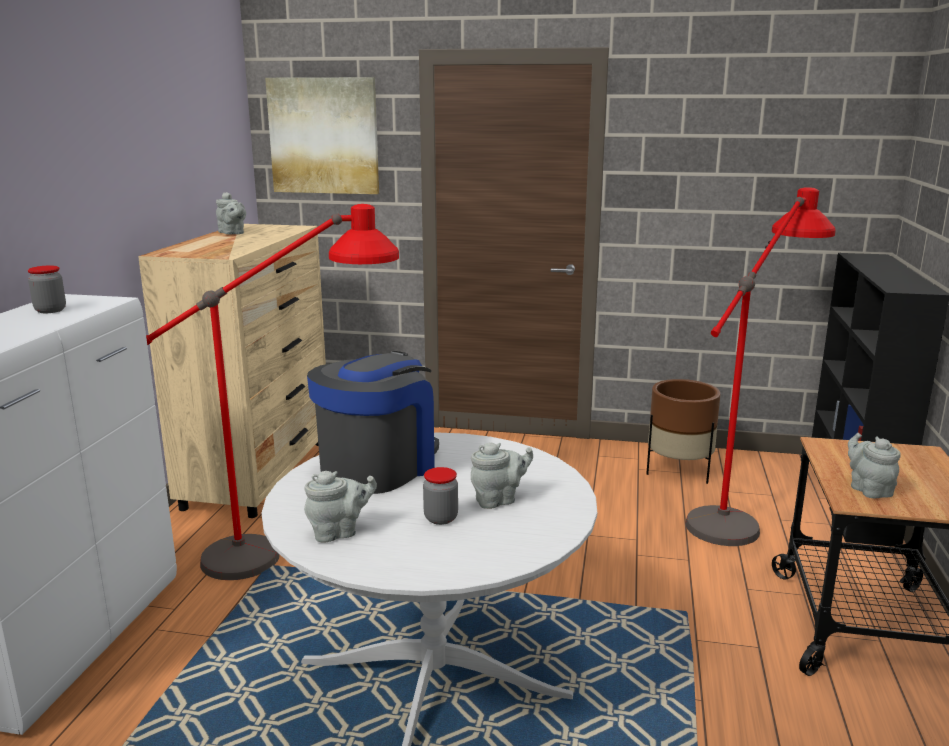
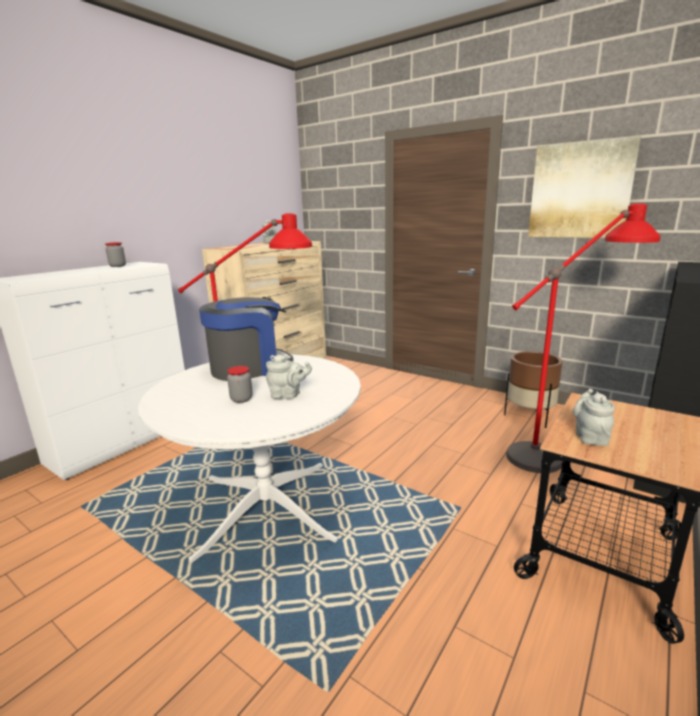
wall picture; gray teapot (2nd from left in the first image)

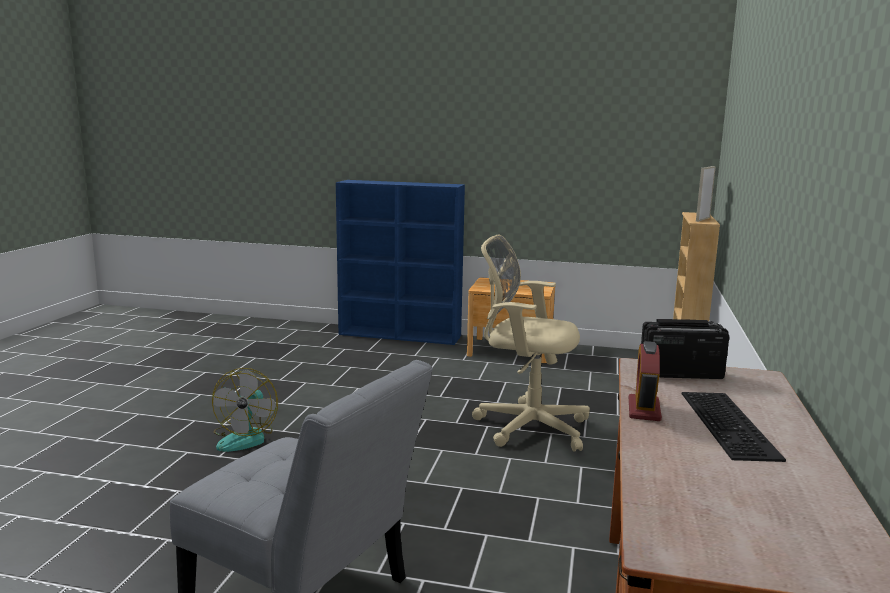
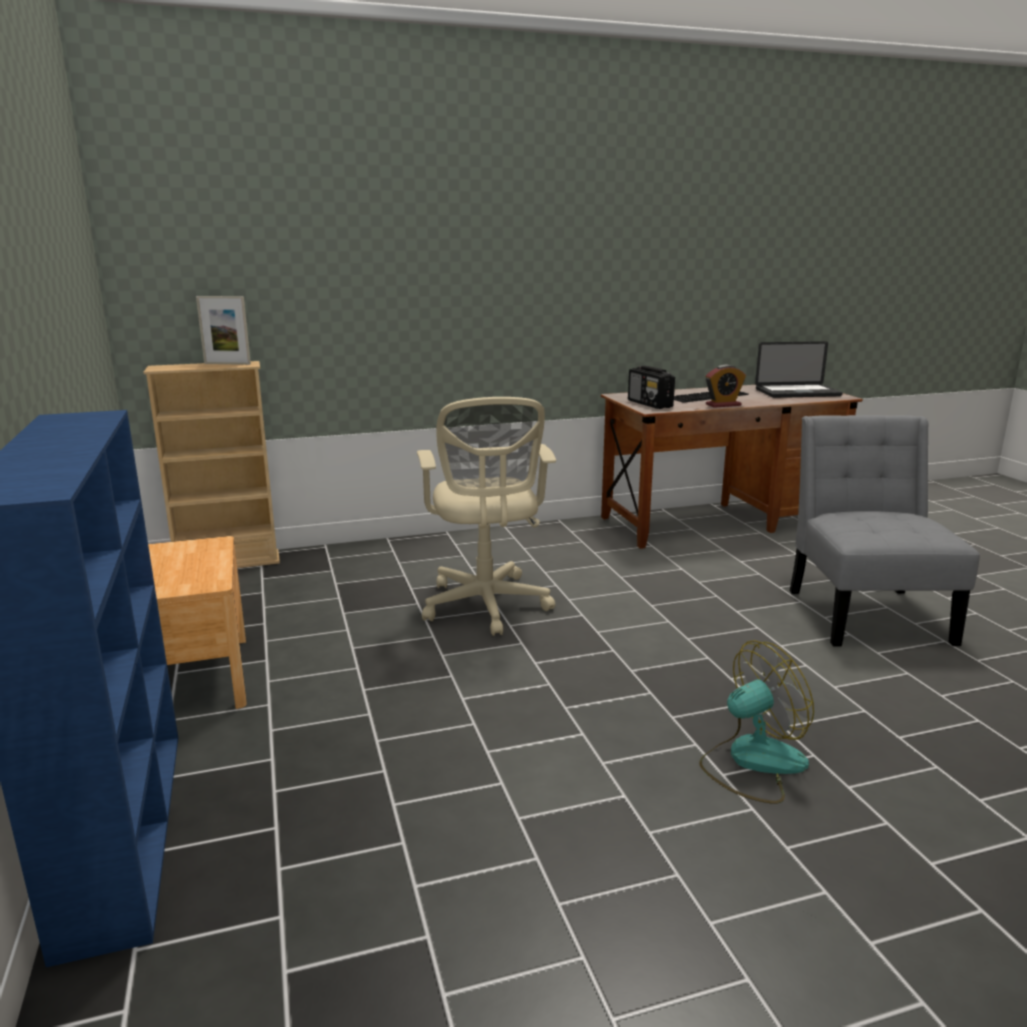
portable computer

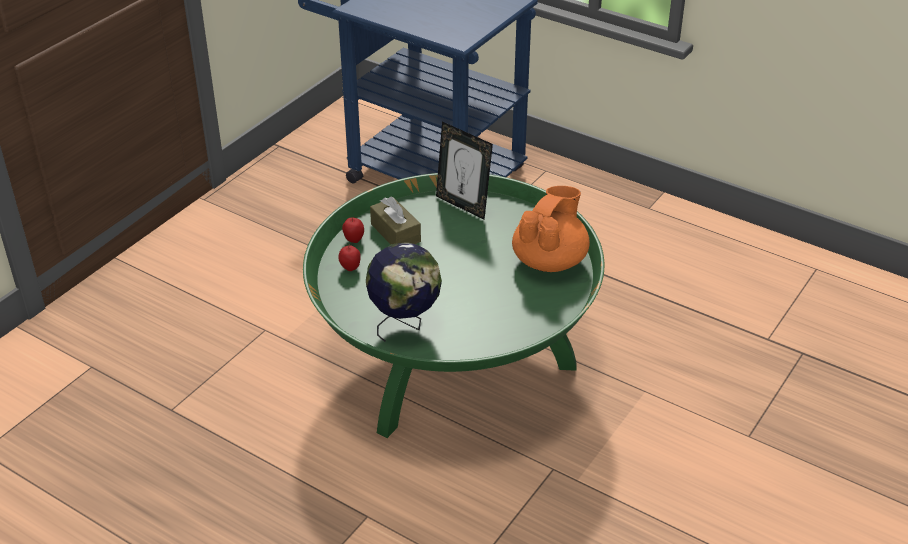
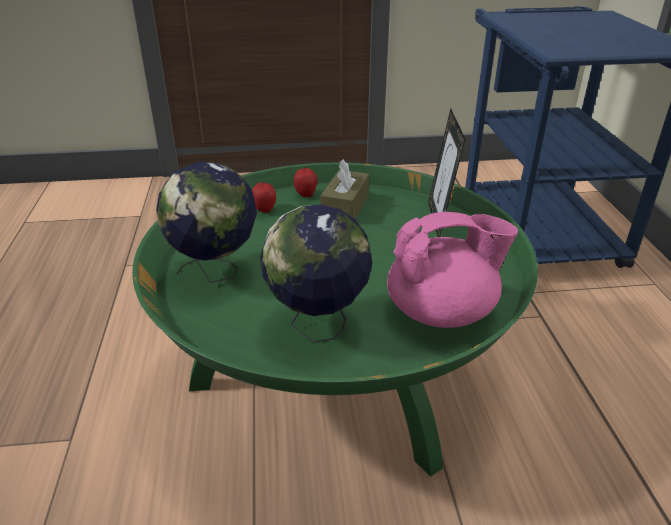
desk globe (2nd from left); pinkish teapot

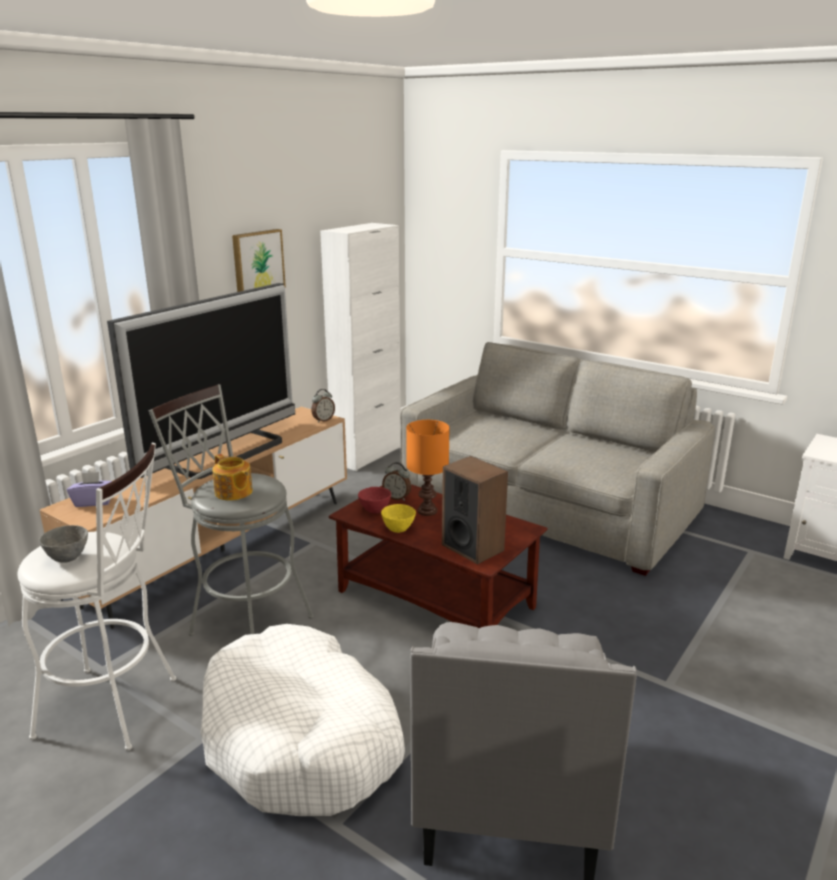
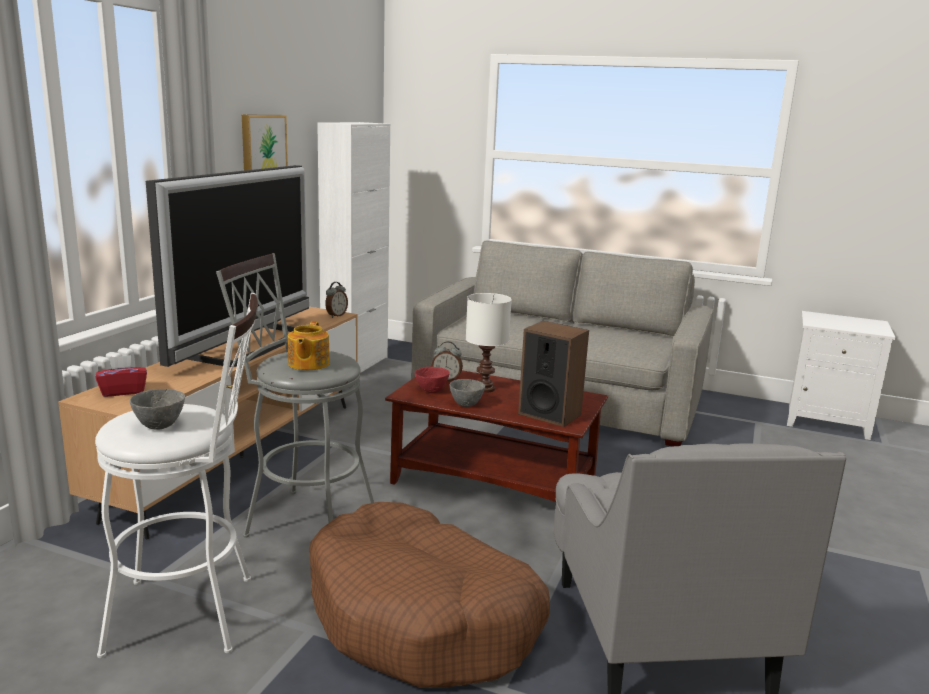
red tissue box; teapot; brown dog bed; gray bowl (2nd from left); white table lamp

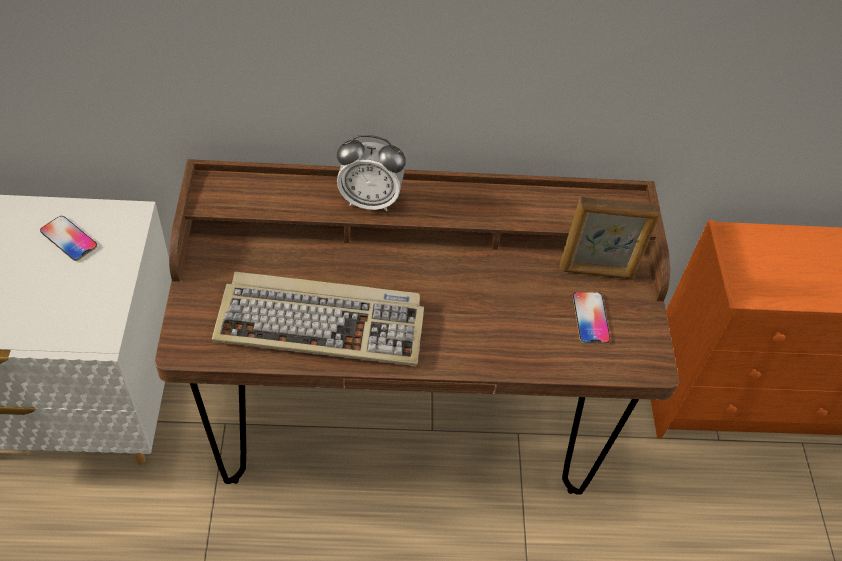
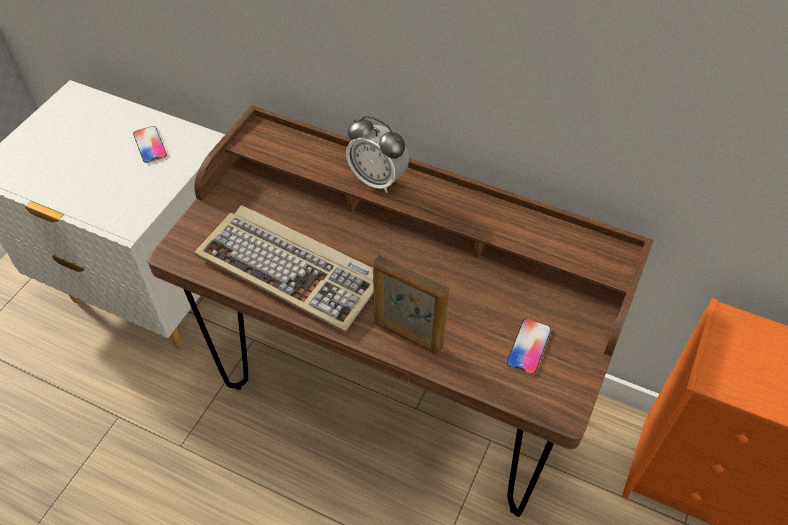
picture frame

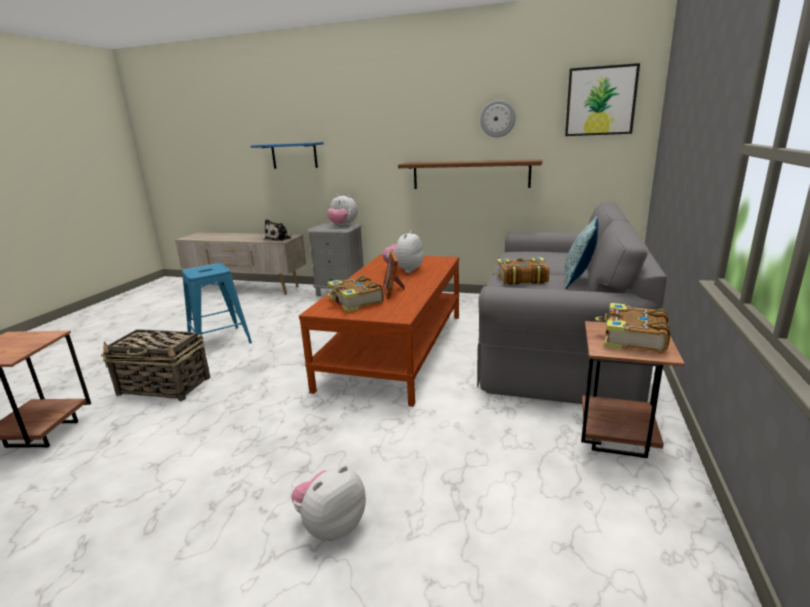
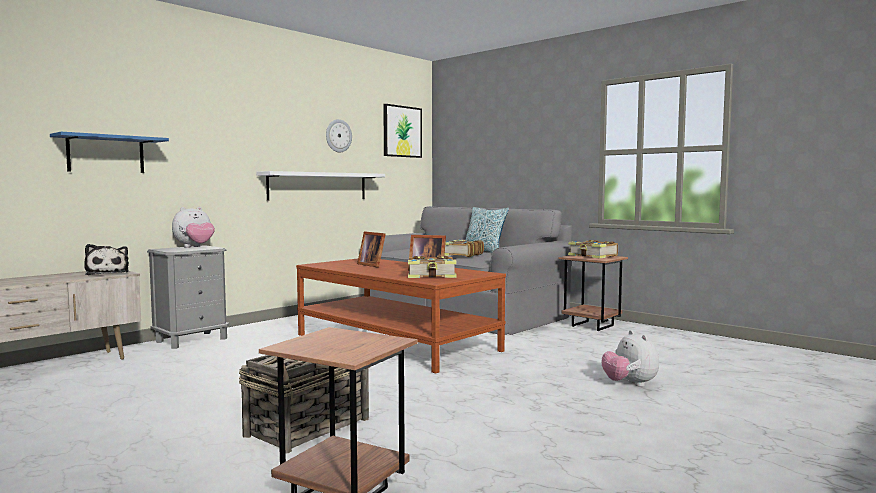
white shelf; picture frame (1st from left); blue-coloured sitting stool

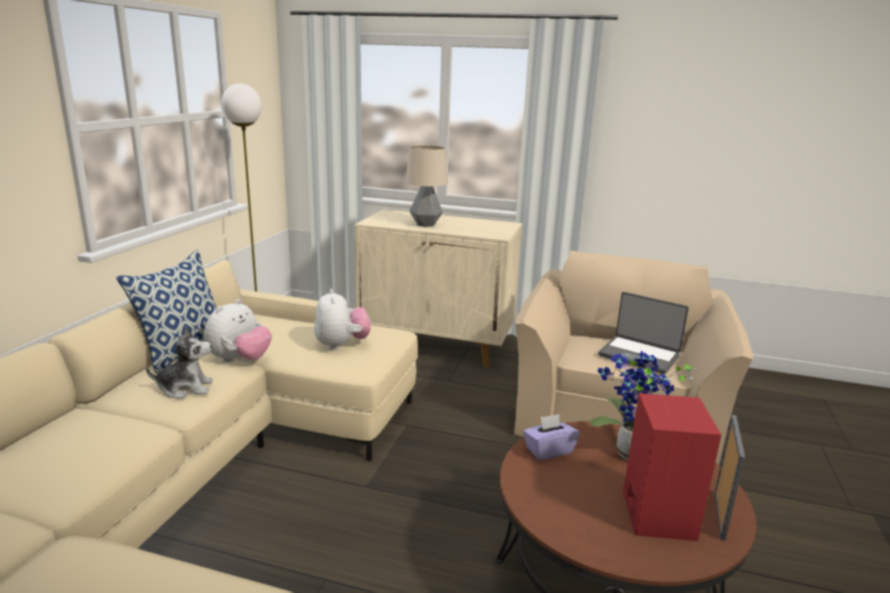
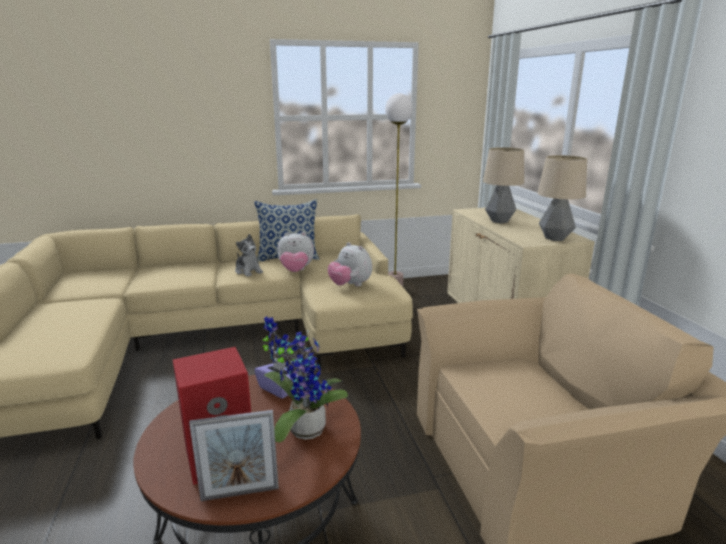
plush toy (3rd from left); table lamp (2nd from left); portable computer

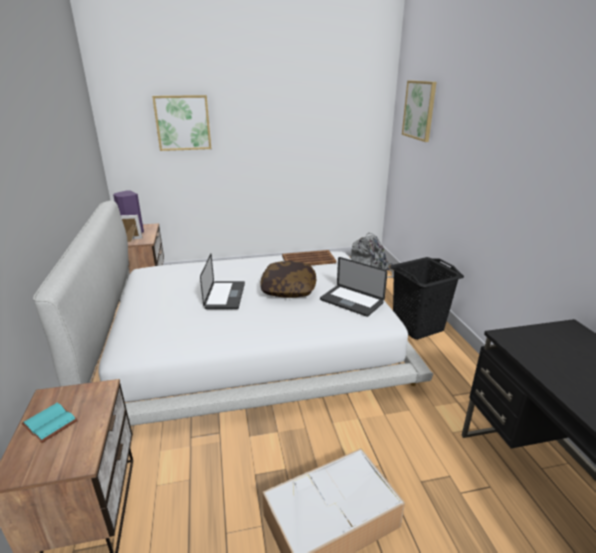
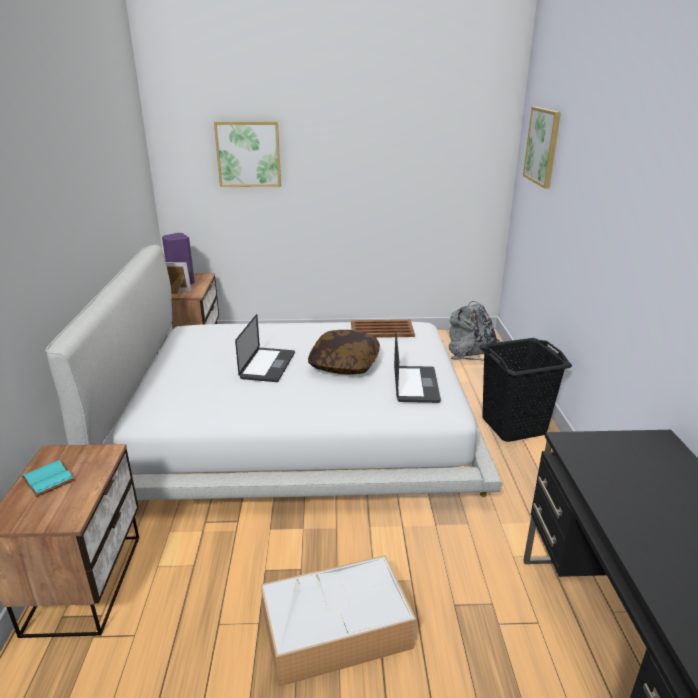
portable computer (2nd from left)

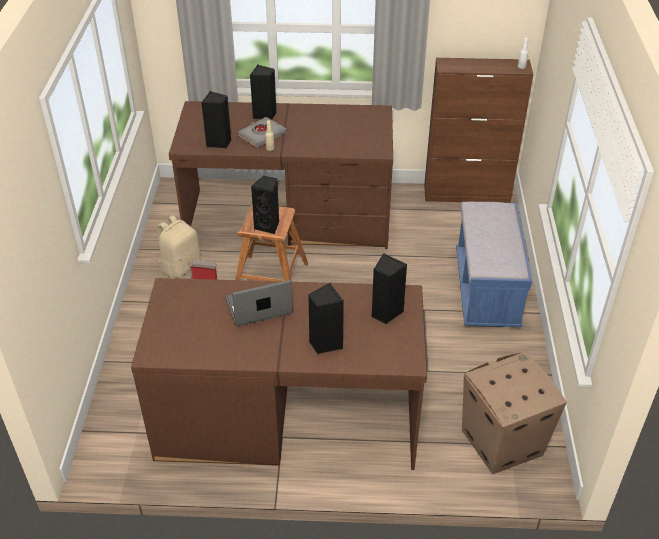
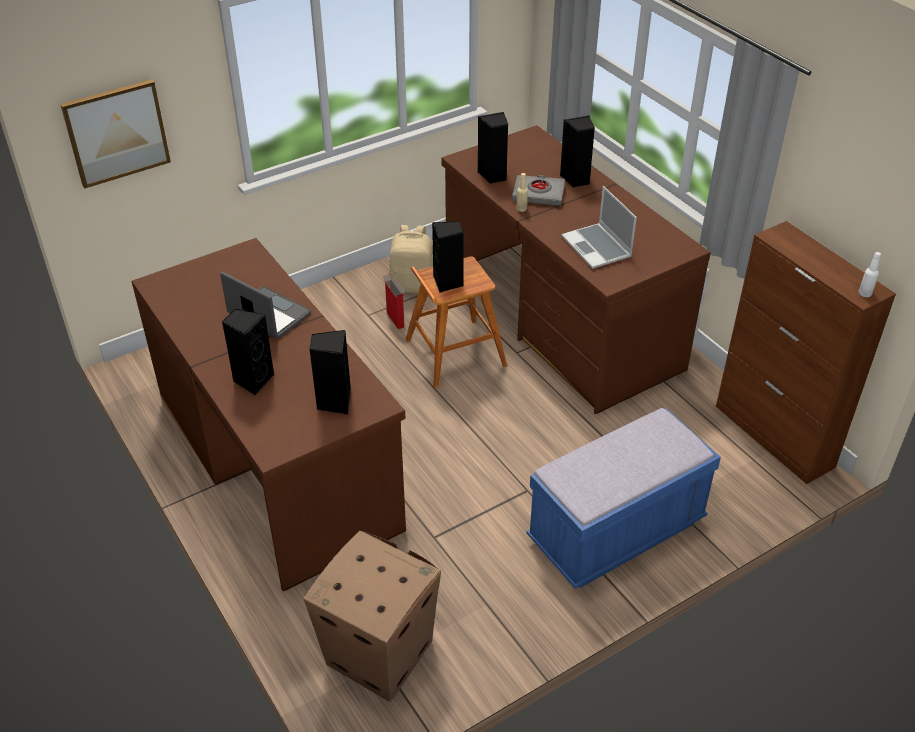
wall picture; portable computer (2nd from left)

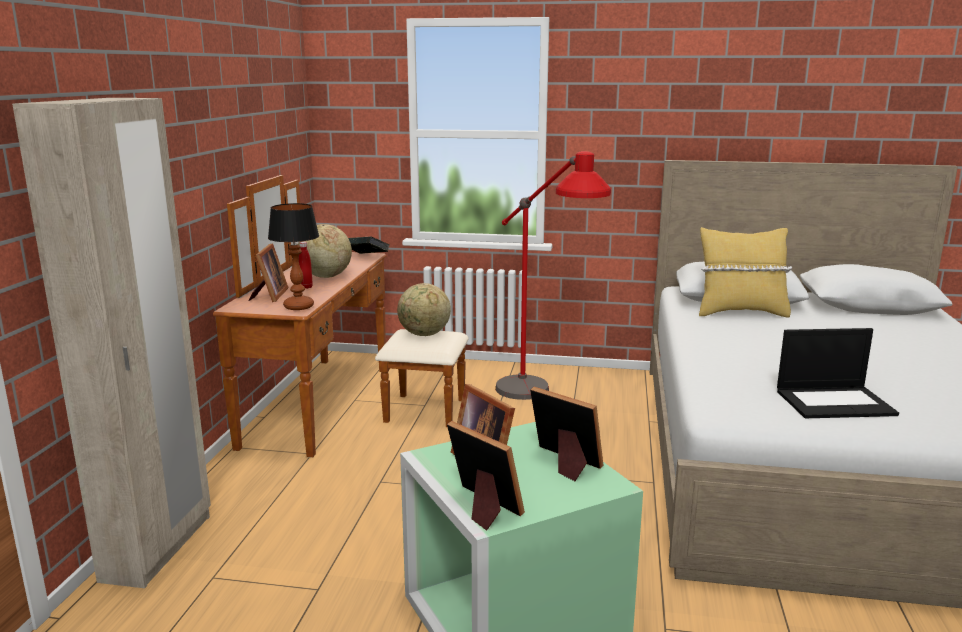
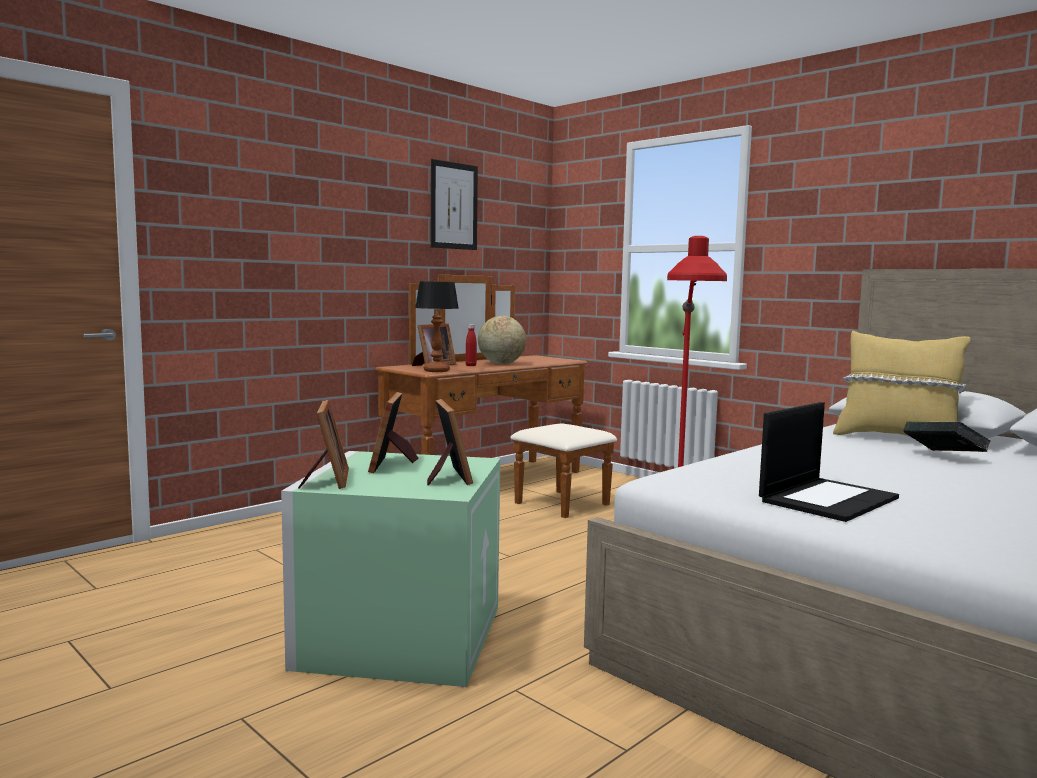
wall picture; portable computer; book; beige-coloured armoire; desk globe (2nd from left in the first image)

